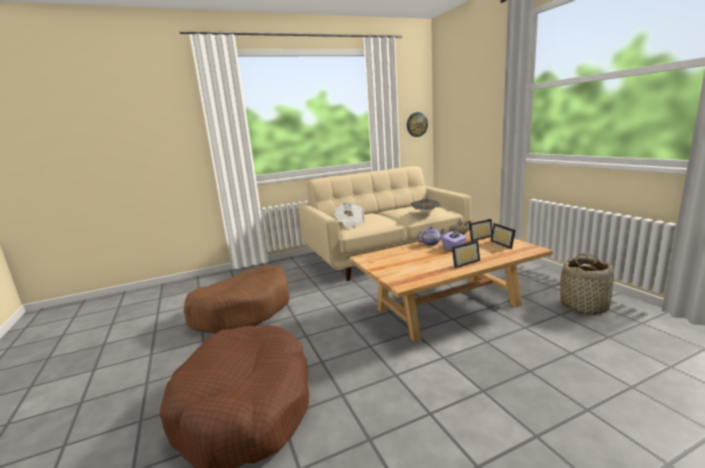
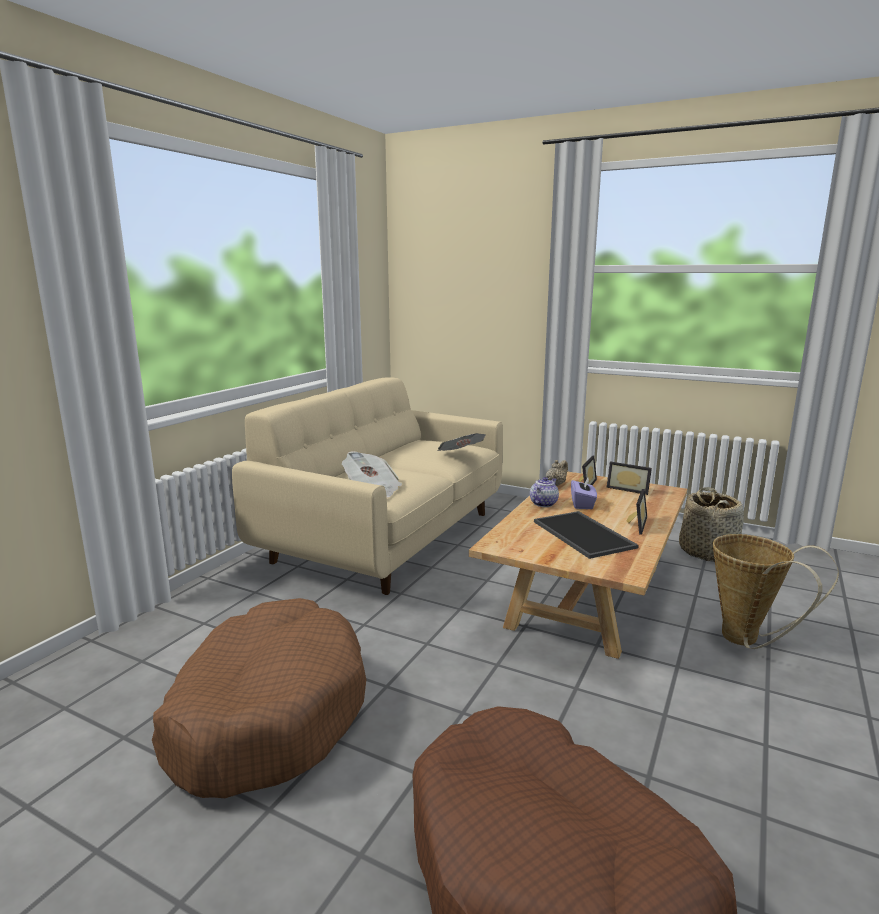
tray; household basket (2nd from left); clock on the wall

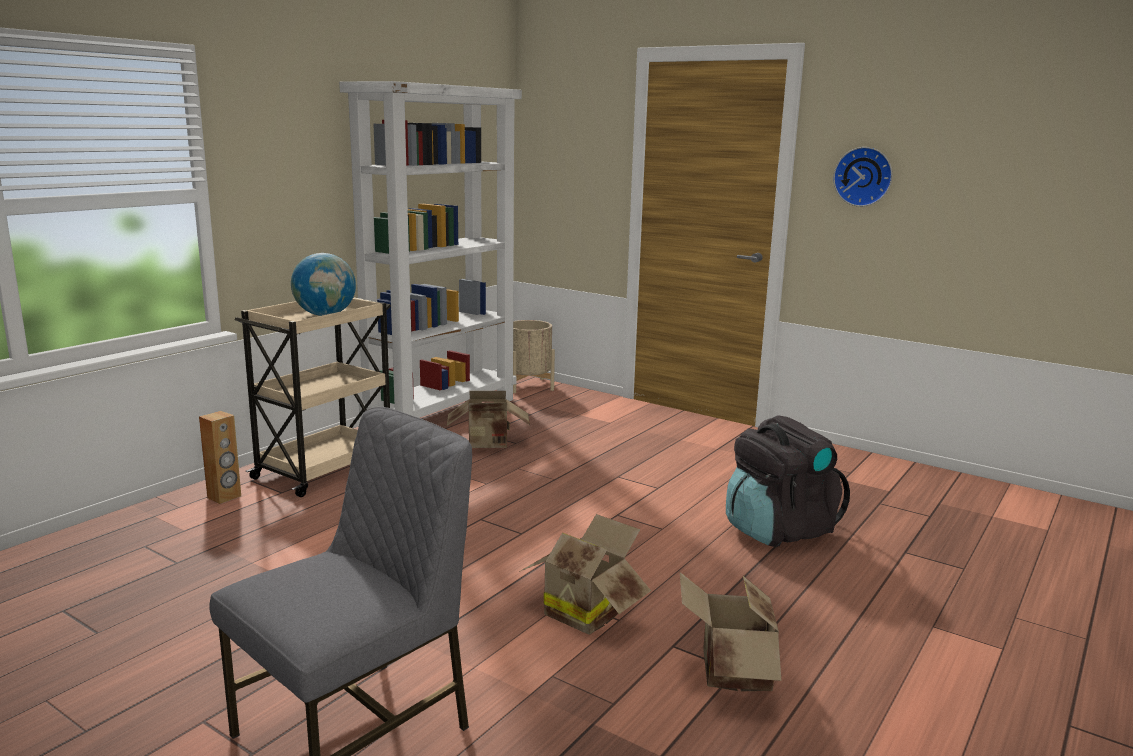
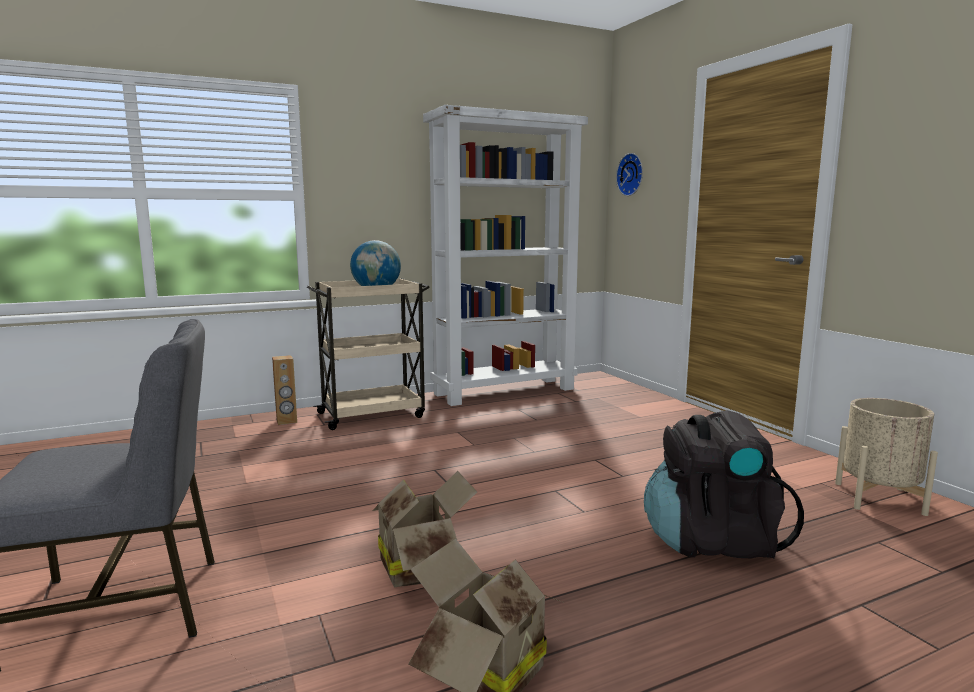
clock on the wall; beige-coloured planter; packing box (1st from left in the first image)

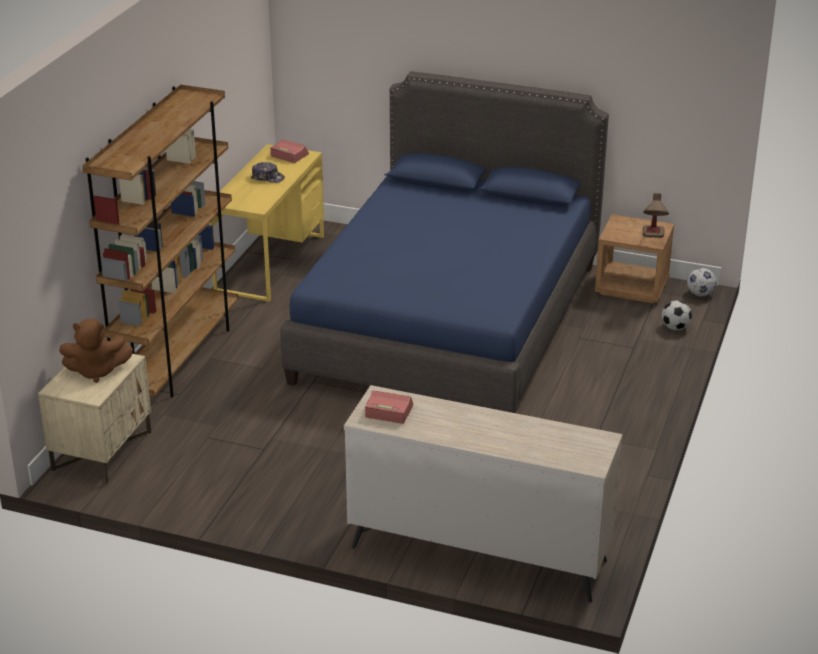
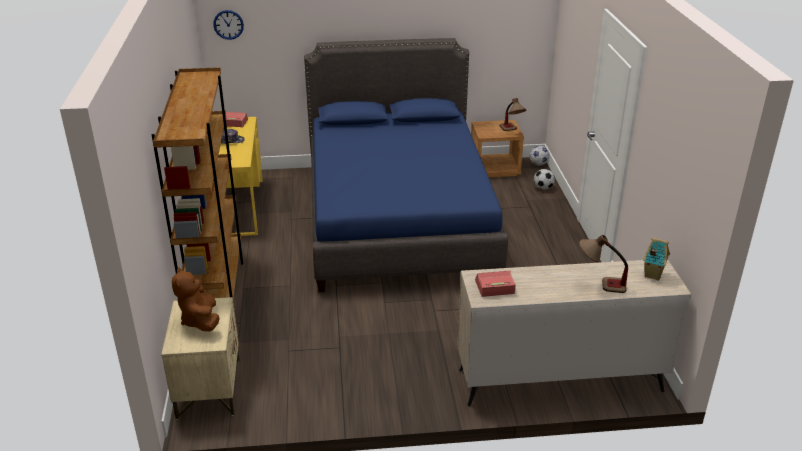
brown plush toy; clock on the wall; table lamp (2nd from left); model house

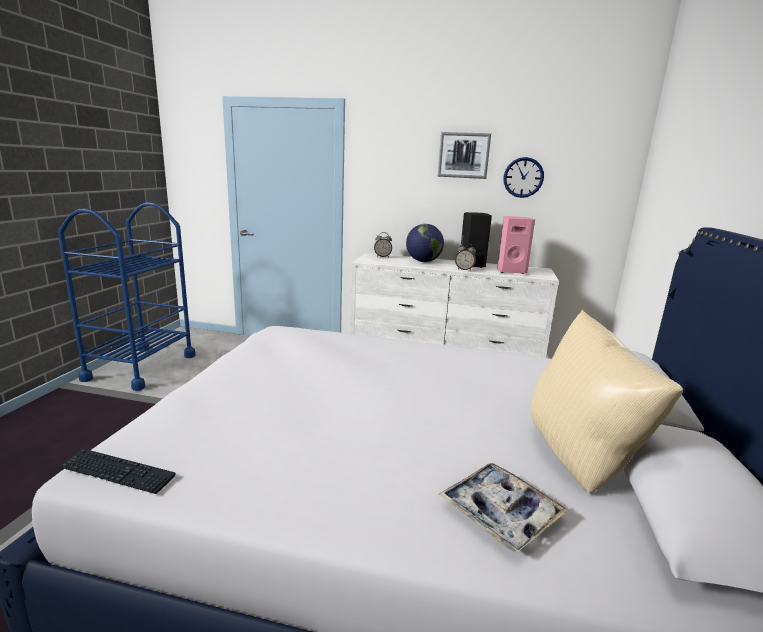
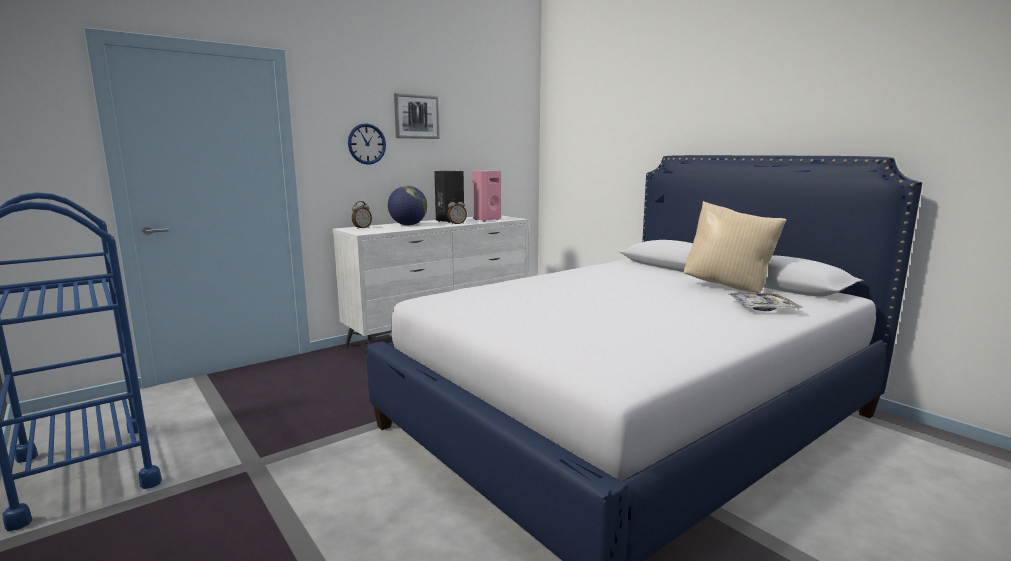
clock on the wall; keyboard

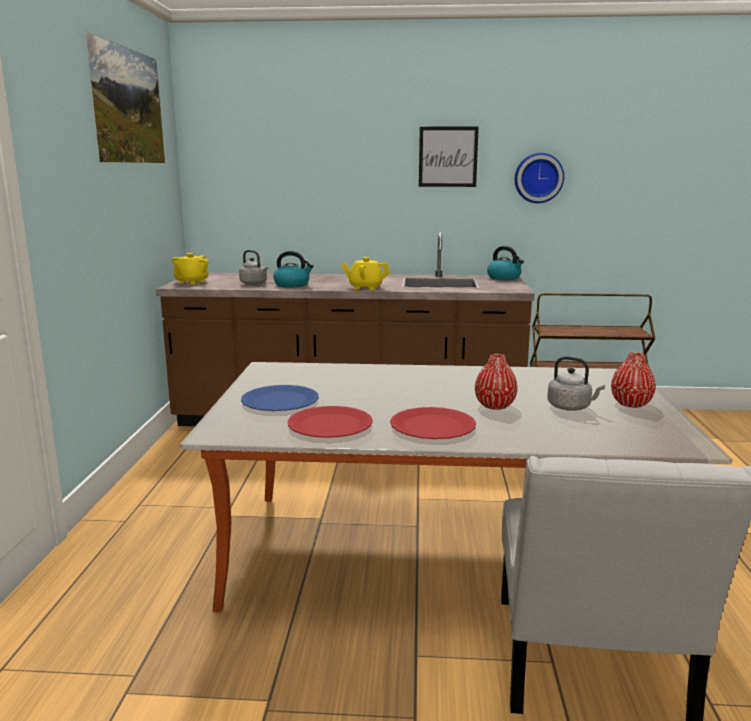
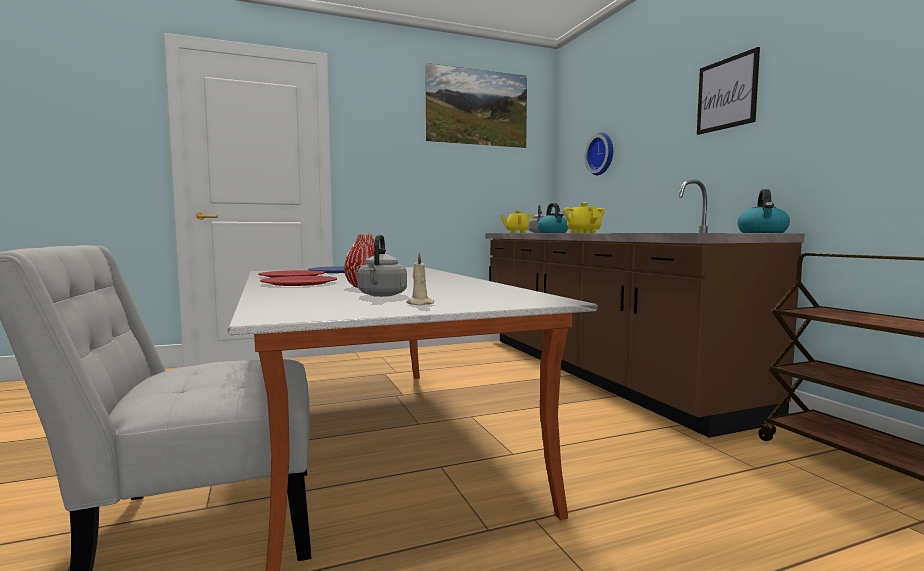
beige-coloured wax candle; clock on the wall

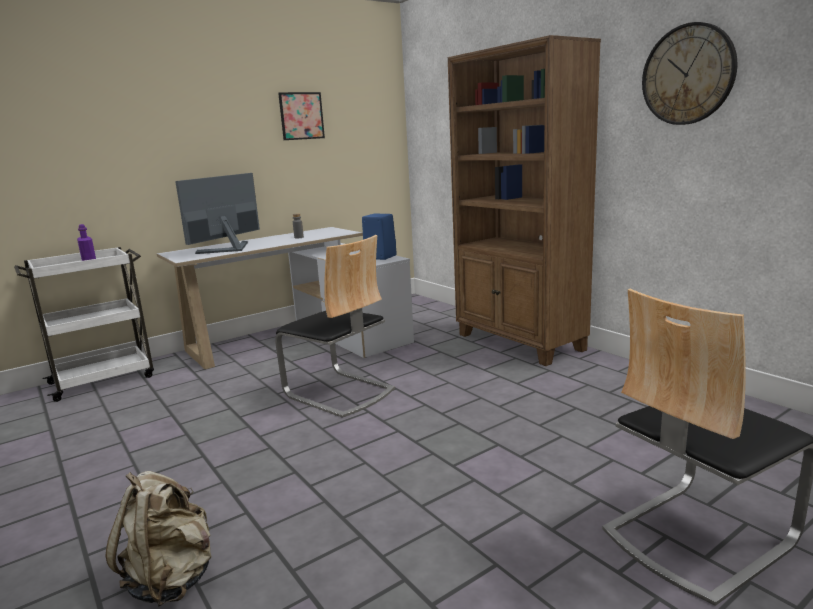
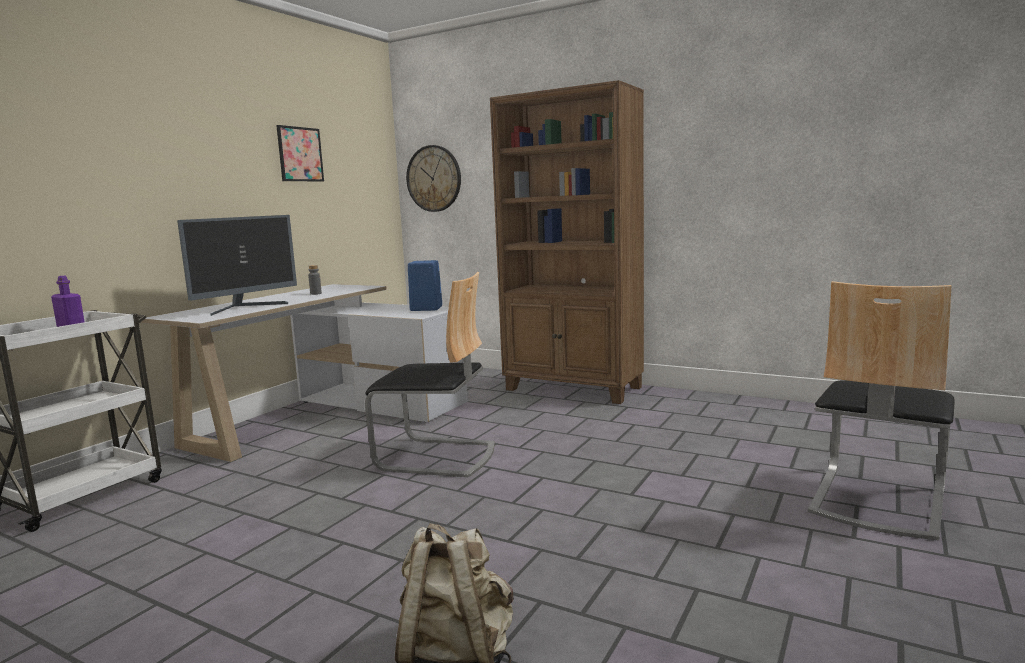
computer screen; clock on the wall

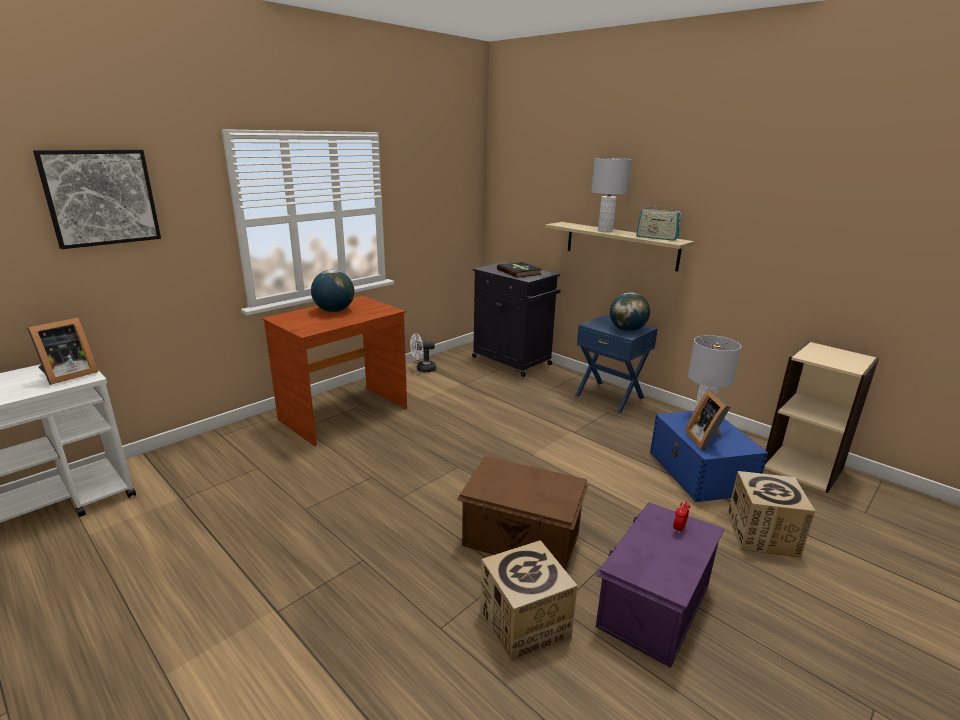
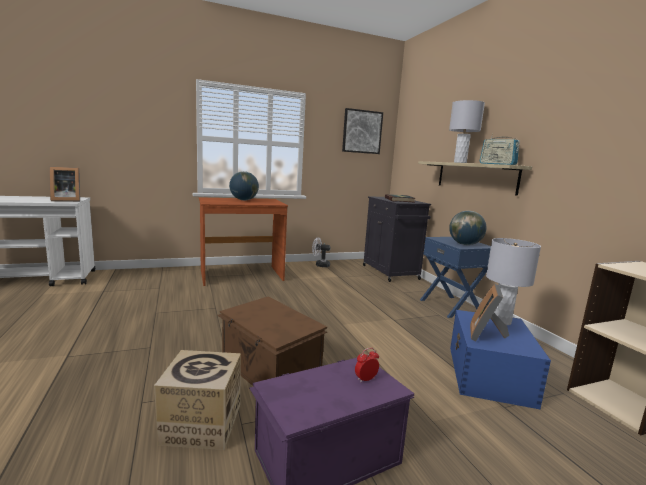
wall picture; packing box (2nd from left in the first image)

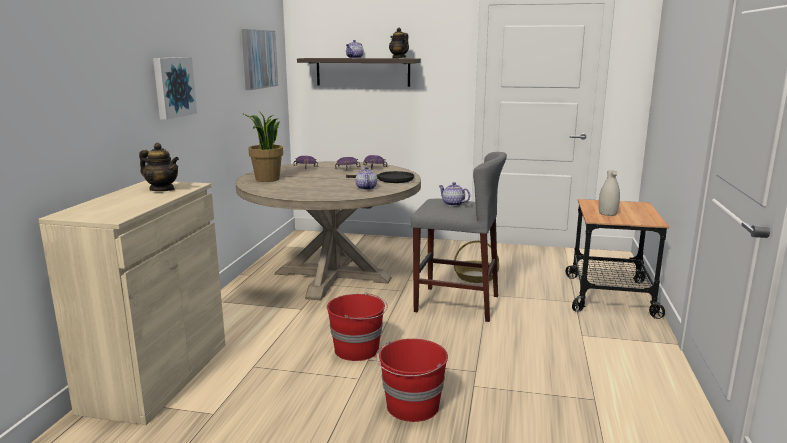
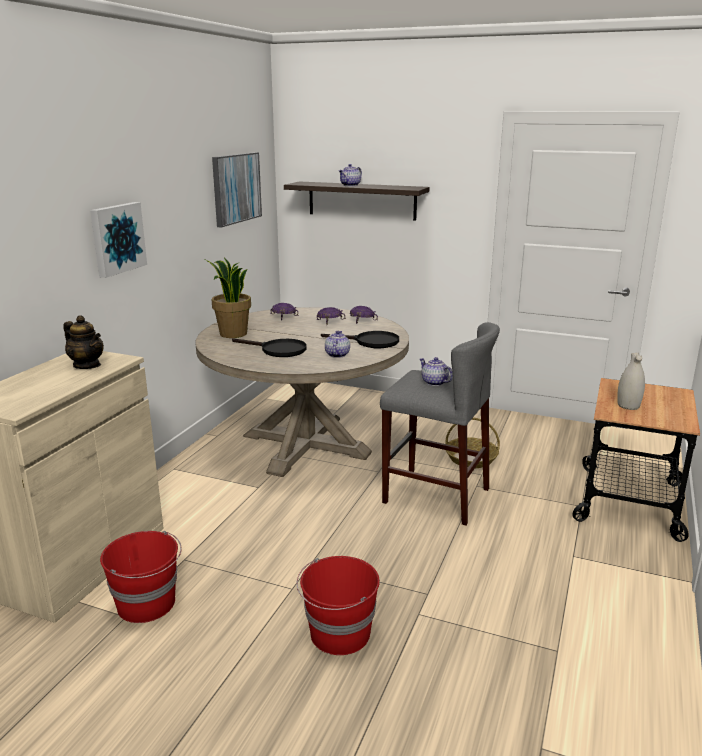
red water bucket (1st from left); black pan (1st from left); teapot (4th from left in the first image)

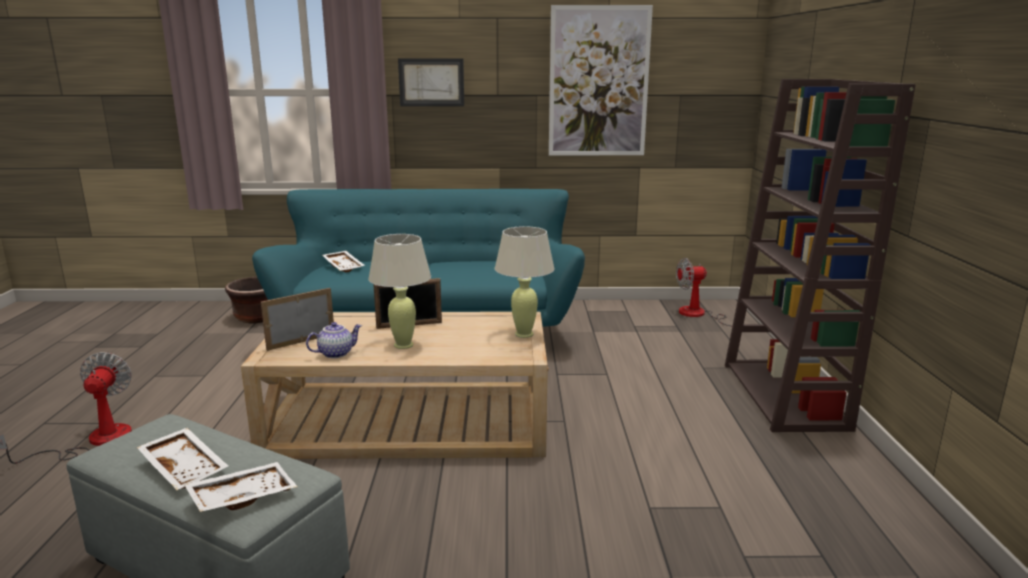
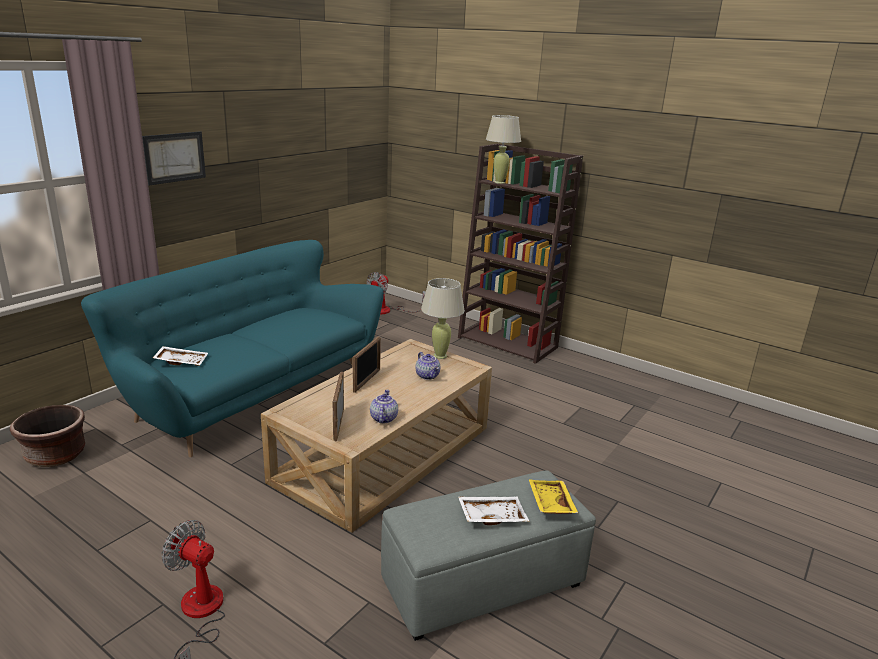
teapot (2nd from left); beige-coloured table lamp (2nd from left); yellowish tray; wall picture (2nd from left in the first image)

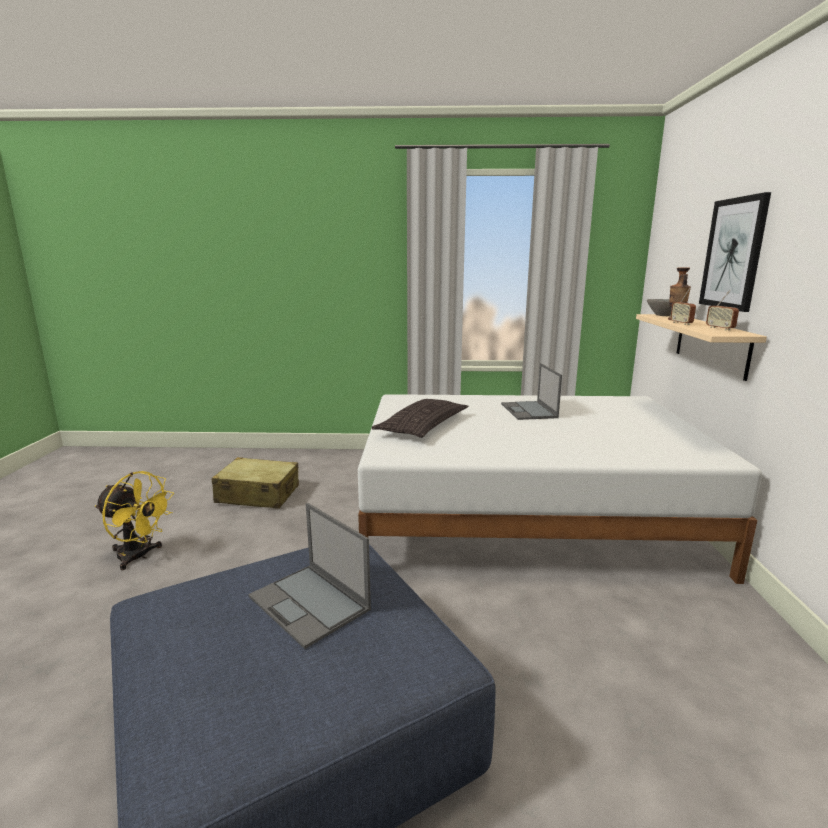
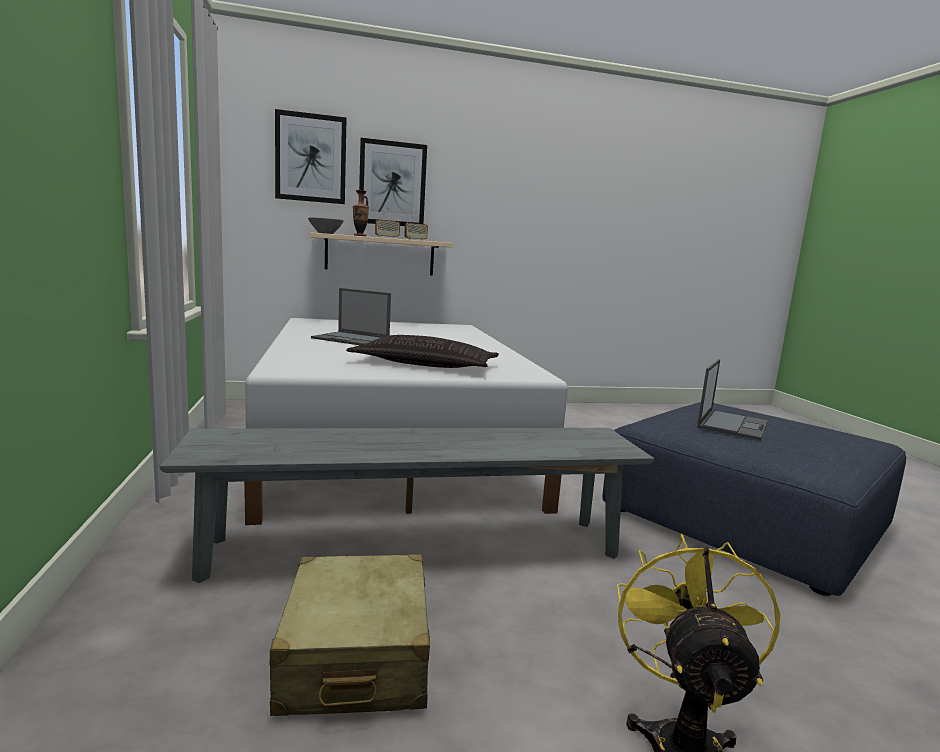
gray bench; wall picture (1st from left); portable computer (1st from left)

